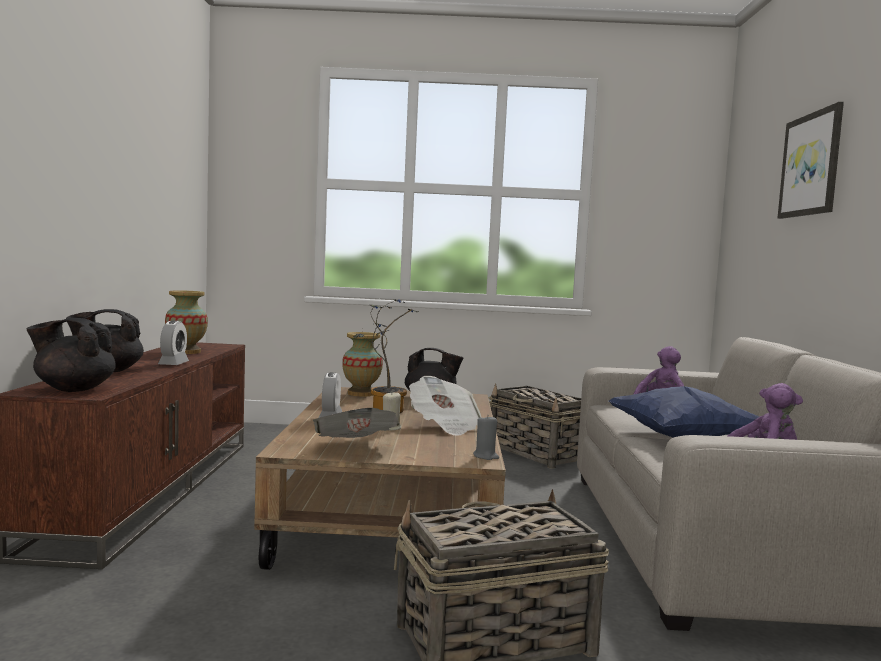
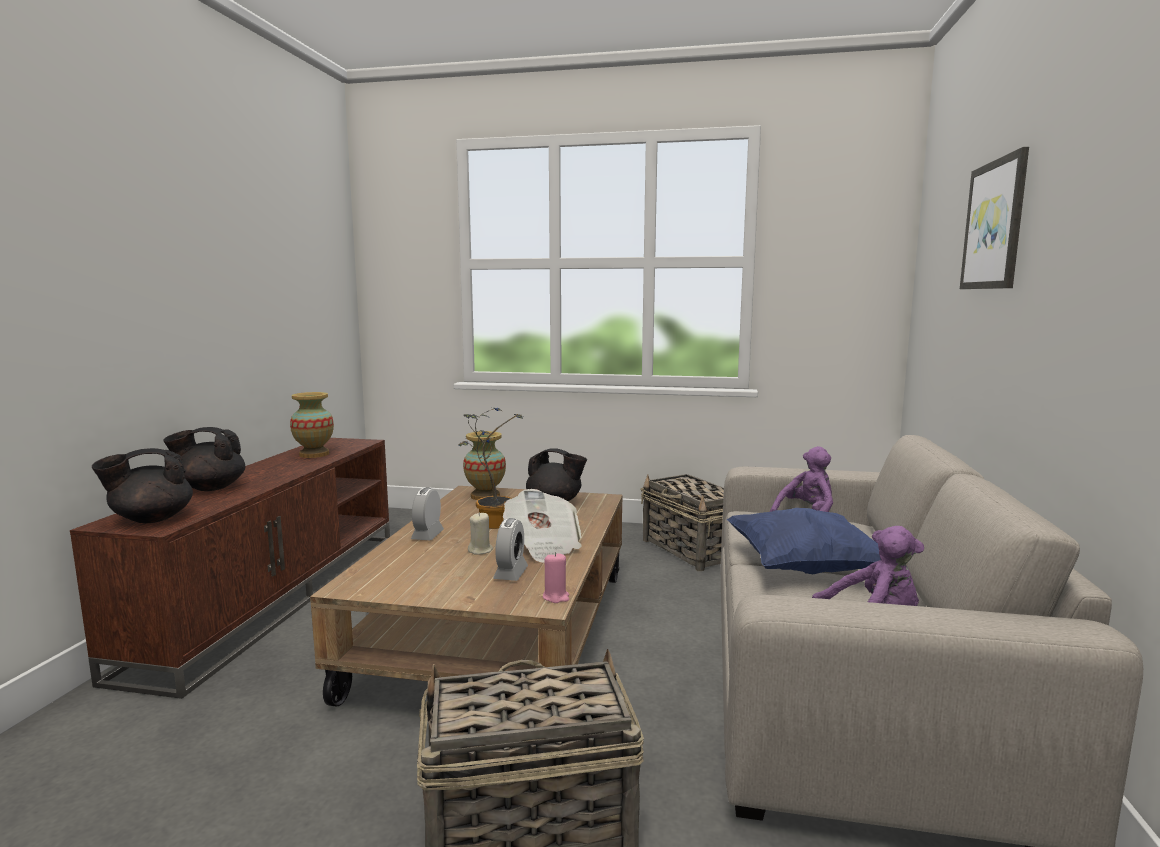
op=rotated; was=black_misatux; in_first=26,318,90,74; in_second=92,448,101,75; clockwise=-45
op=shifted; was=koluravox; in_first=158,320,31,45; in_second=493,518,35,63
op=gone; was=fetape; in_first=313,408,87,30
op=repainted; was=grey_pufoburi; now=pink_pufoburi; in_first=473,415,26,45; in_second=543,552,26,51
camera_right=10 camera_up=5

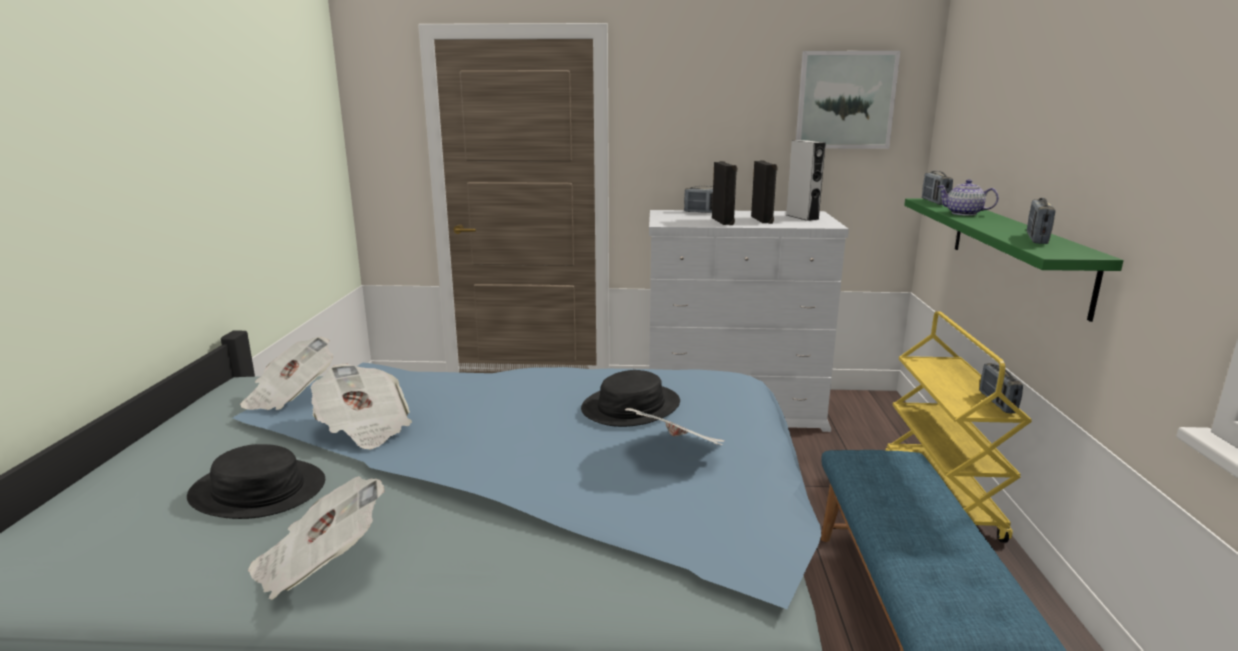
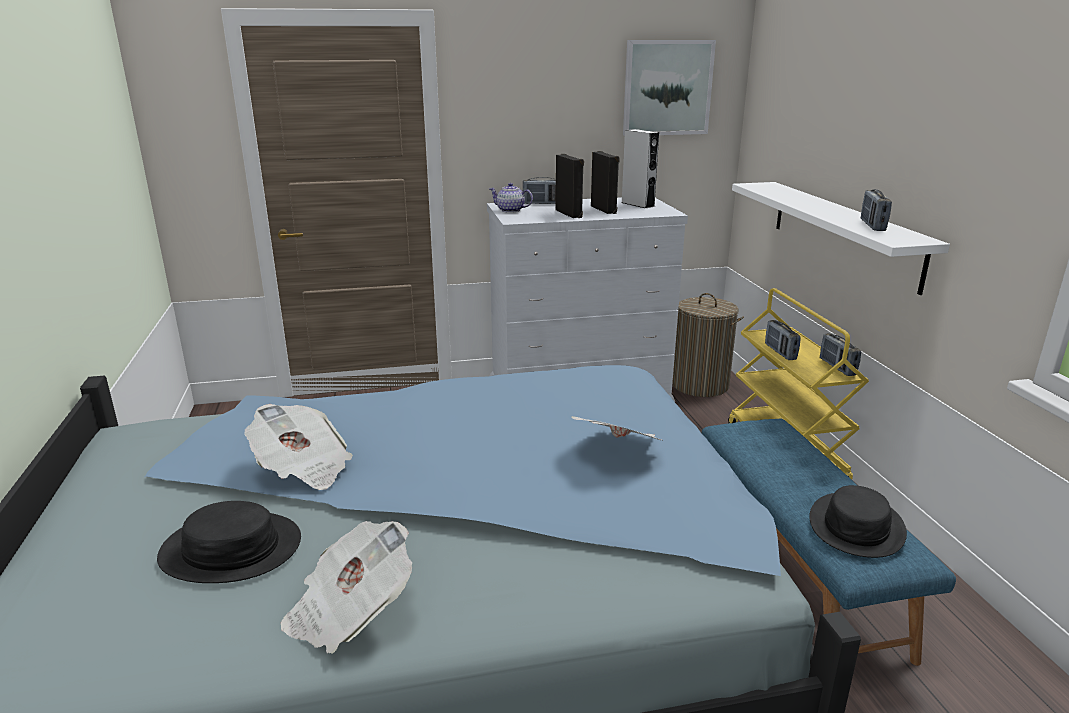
op=shifted; was=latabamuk; in_first=922,171,31,34; in_second=765,320,36,40
op=shifted; was=misatux; in_first=937,179,62,37; in_second=489,183,44,30
op=repainted; was=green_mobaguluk; now=white_mobaguluk; in_first=904,198,219,124; in_second=732,182,218,113
op=gone; was=fetape; in_first=240,337,93,73
op=shifted; was=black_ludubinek; in_first=581,370,99,57; in_second=809,485,98,73
op=new; now=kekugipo; in_second=672,293,72,104
camera_right=-15 camera_up=5

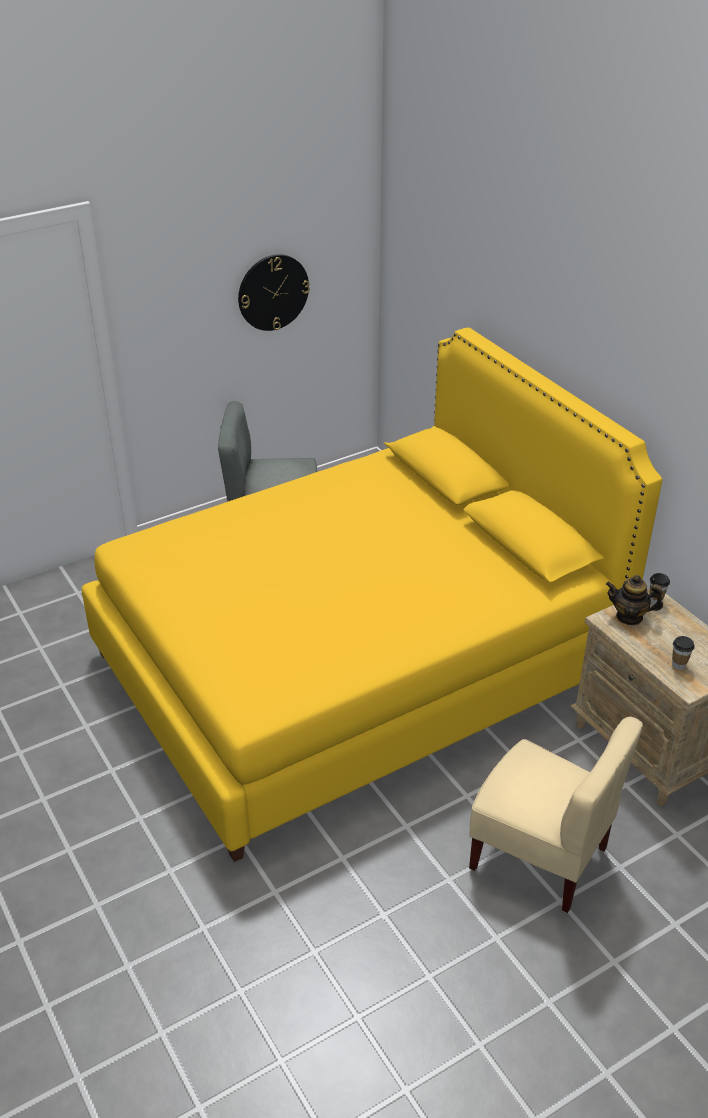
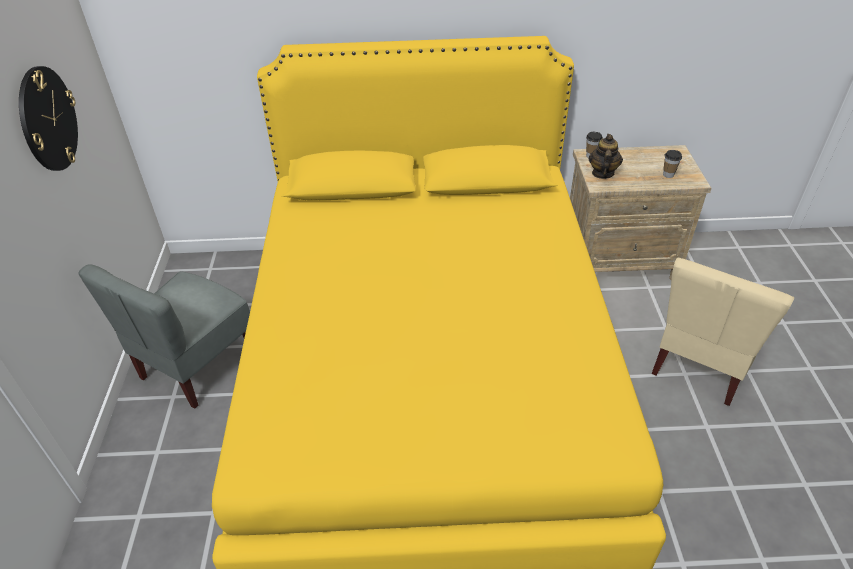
op=rotated; was=misatux; in_first=606,575,57,50; in_second=589,134,34,45; clockwise=150
op=rotated; was=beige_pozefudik; in_first=469,717,174,196; in_second=652,258,142,148; clockwise=150
camera_right=-60 camera_up=5

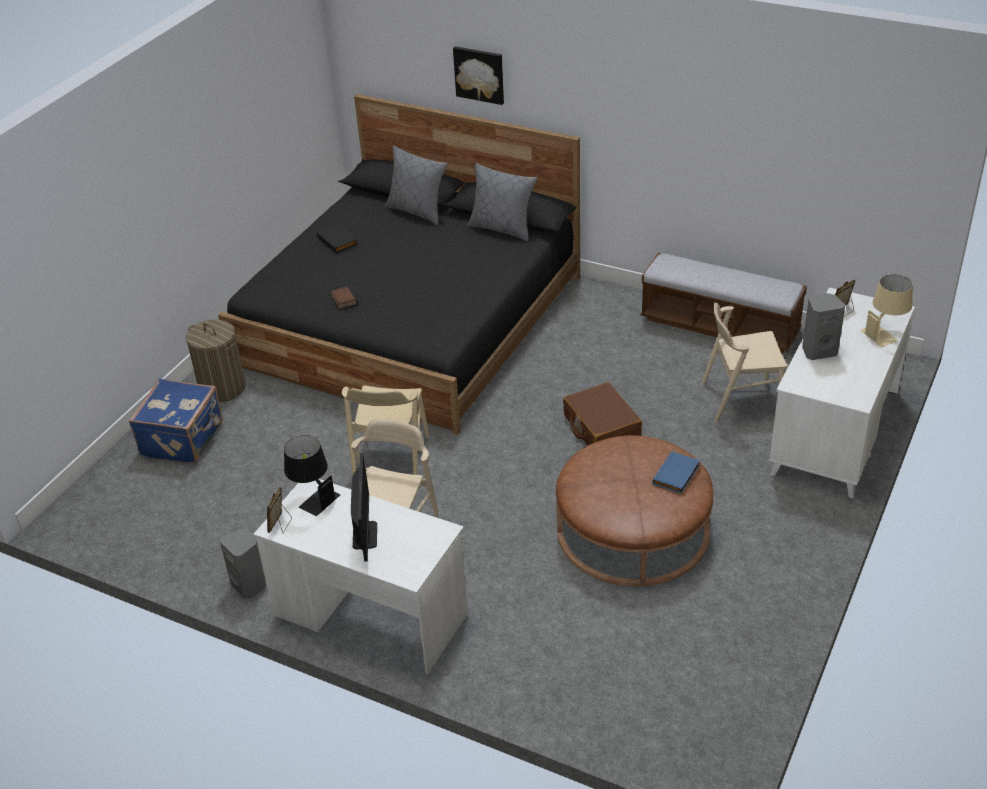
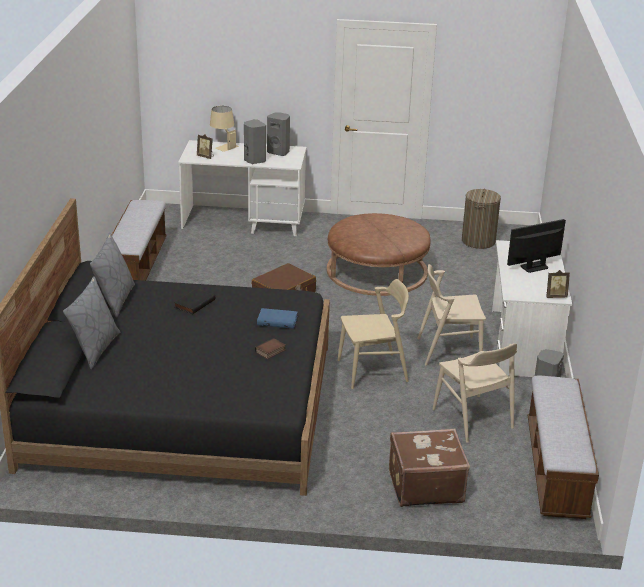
op=gone; was=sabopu; in_first=453,46,51,59
op=shifted; was=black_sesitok; in_first=317,224,40,29; in_second=174,288,42,26
op=shifted; was=beige_pozefudik; in_first=701,303,87,120; in_second=432,343,86,100
op=shifted; was=kekugipo; in_first=186,319,60,83; in_second=462,188,39,61
op=repainted; was=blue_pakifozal; now=brown_pakifozal; in_first=129,378,94,86; in_second=389,429,81,78
op=gone; was=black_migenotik; in_first=284,435,57,81
op=shifted; was=blue_sesitok; in_first=652,451,48,43; in_second=257,308,41,21
op=new; now=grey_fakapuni; in_second=267,112,23,44
op=new; now=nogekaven; in_second=528,376,71,143
camera_right=-115 camera_up=-10

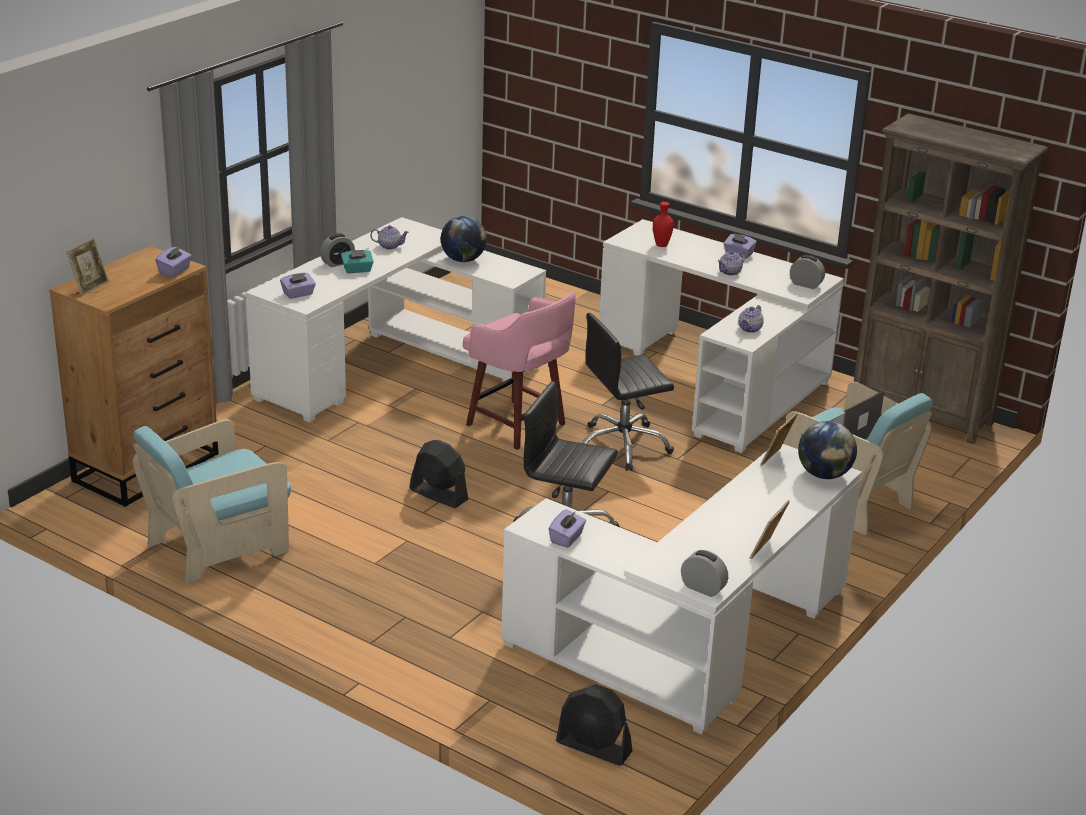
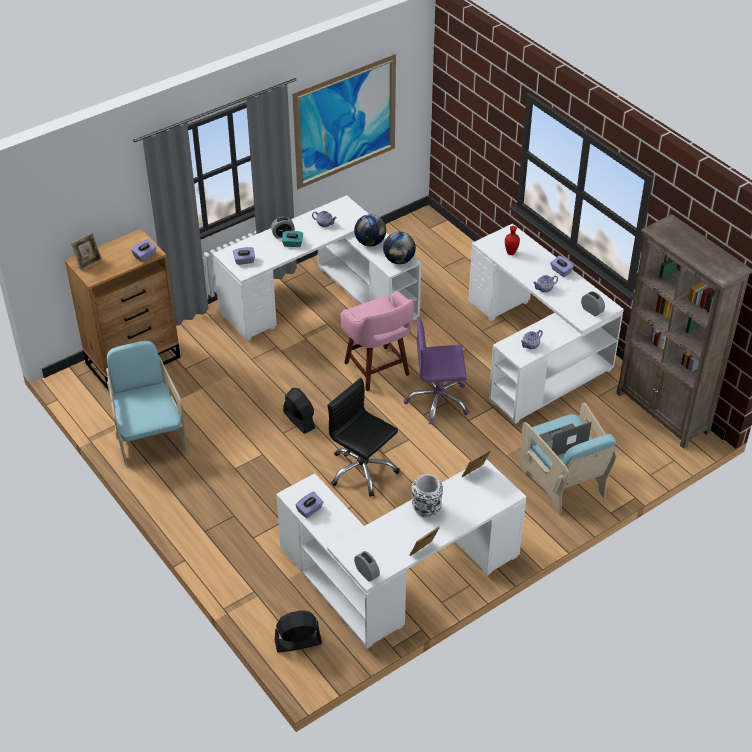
op=repainted; was=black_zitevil; now=purple_zitevil; in_first=582,313,92,158; in_second=404,317,65,108
op=rotated; was=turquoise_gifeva; in_first=133,419,158,164; in_second=106,341,81,124; clockwise=90
op=shifted; was=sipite; in_first=798,421,59,58; in_second=383,232,33,32
op=rotated; was=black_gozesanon; in_first=556,684,76,82; in_second=275,610,47,43; clockwise=120
op=new; now=sabopu; in_second=292,54,104,136
op=new; now=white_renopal; in_second=412,474,31,44
camera_right=20 camera_up=15

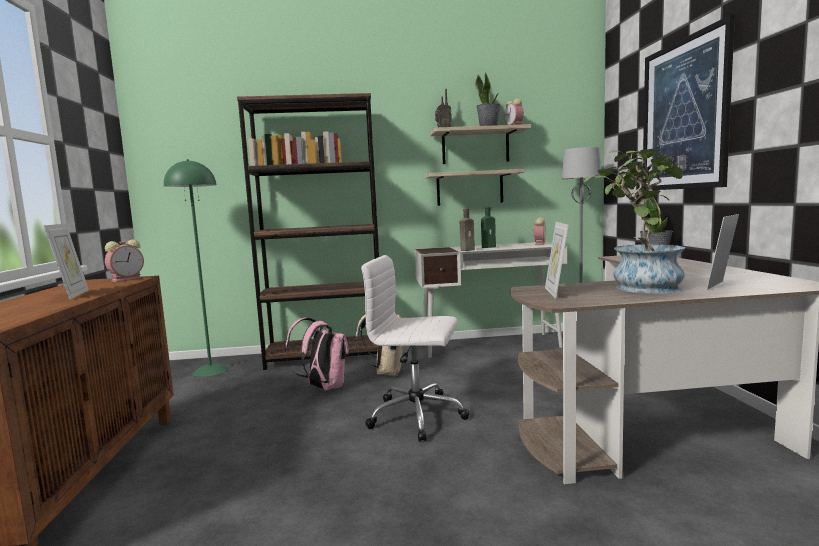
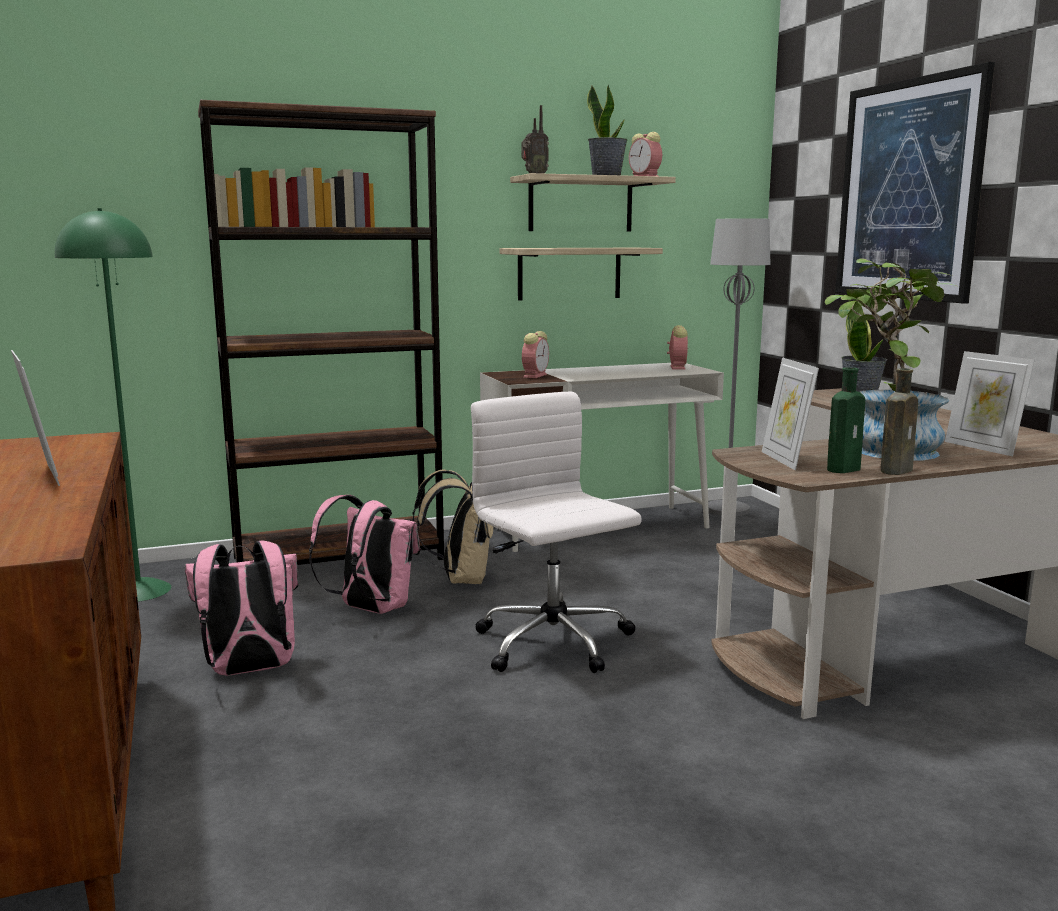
op=shifted; was=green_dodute; in_first=481,207,15,41; in_second=827,367,38,106
op=shifted; was=brown_dodute; in_first=460,208,15,43; in_second=881,368,37,107
op=rotated; was=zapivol; in_first=706,214,33,76; in_second=945,351,90,105; clockwise=-60
op=shifted; was=koluravox; in_first=105,239,39,43; in_second=522,331,27,47
op=rotated; was=white_zitevil; in_first=361,255,108,187; in_second=471,392,171,281; clockwise=60
op=new; now=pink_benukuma; in_second=184,540,114,136
camera_right=-15 camera_up=5

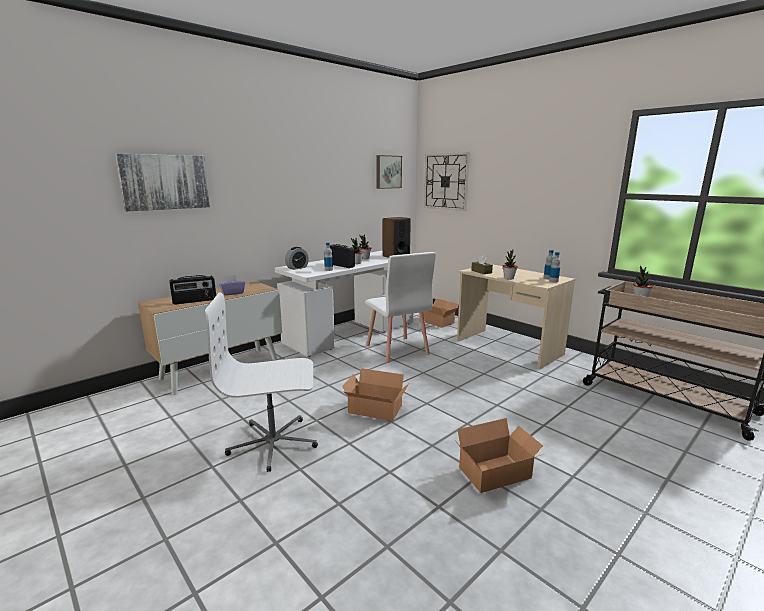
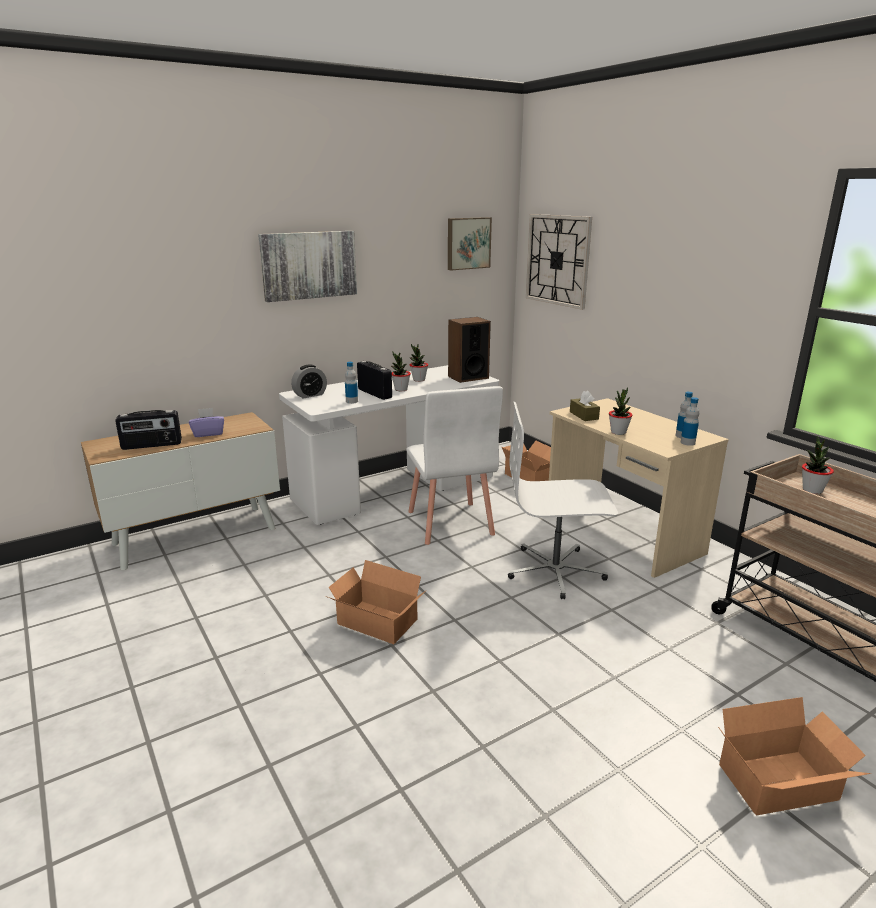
op=shifted; was=sabopu; in_first=115,154,95,57; in_second=258,231,99,71
op=shifted; was=white_zitevil; in_first=205,293,113,179; in_second=508,402,110,197
op=shifted; was=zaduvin; in_first=457,418,87,75; in_second=718,697,153,119
camera_right=10 camera_up=5

